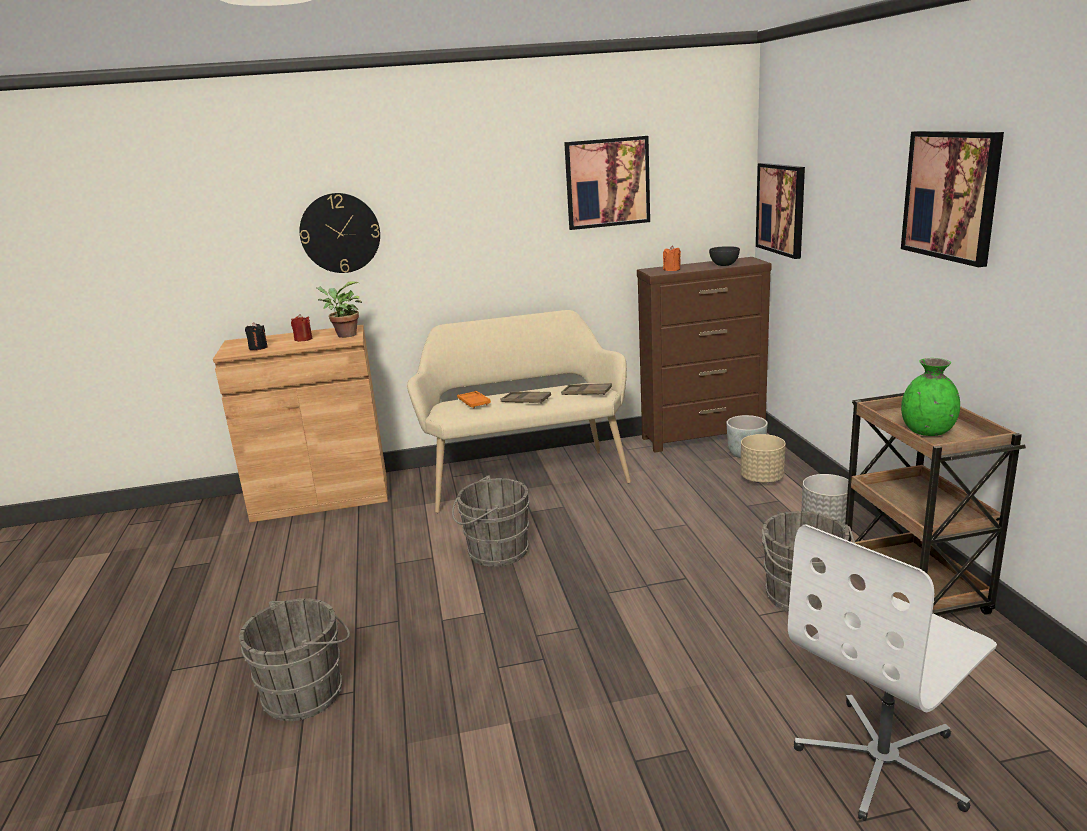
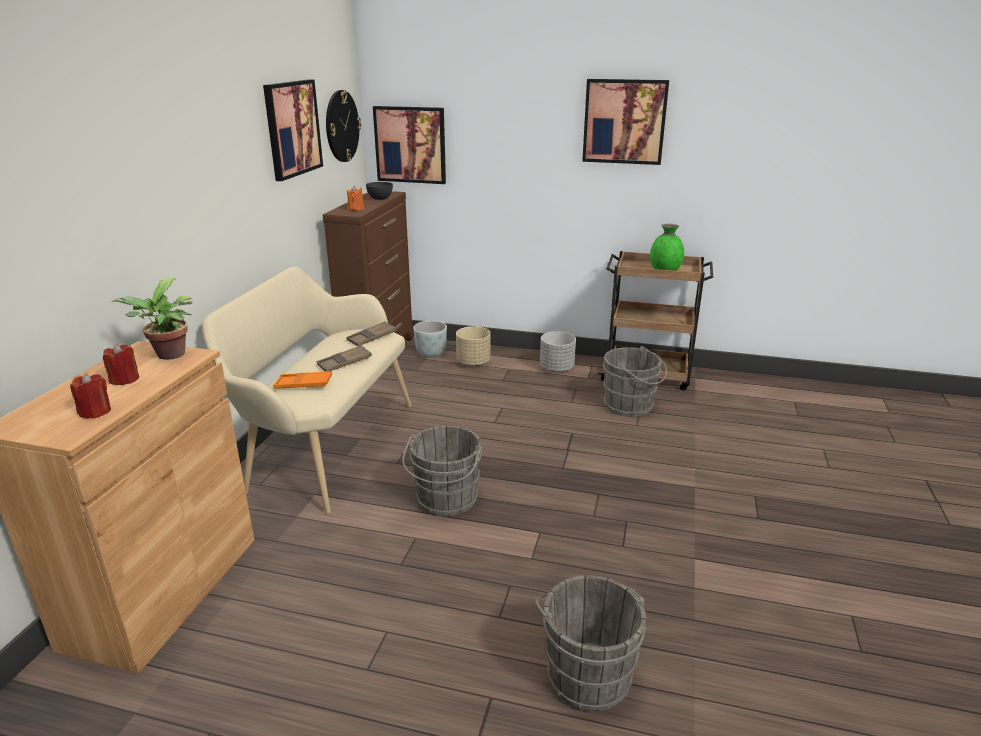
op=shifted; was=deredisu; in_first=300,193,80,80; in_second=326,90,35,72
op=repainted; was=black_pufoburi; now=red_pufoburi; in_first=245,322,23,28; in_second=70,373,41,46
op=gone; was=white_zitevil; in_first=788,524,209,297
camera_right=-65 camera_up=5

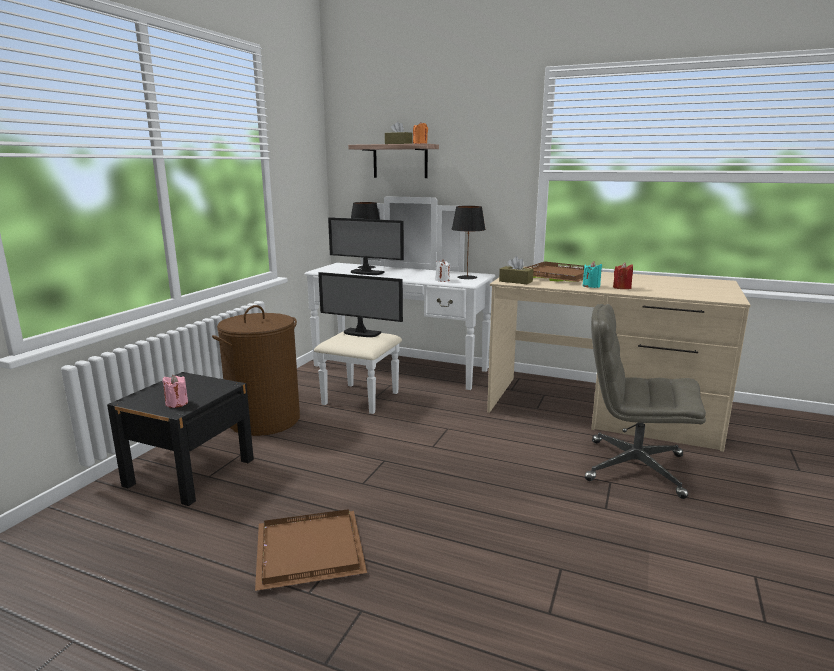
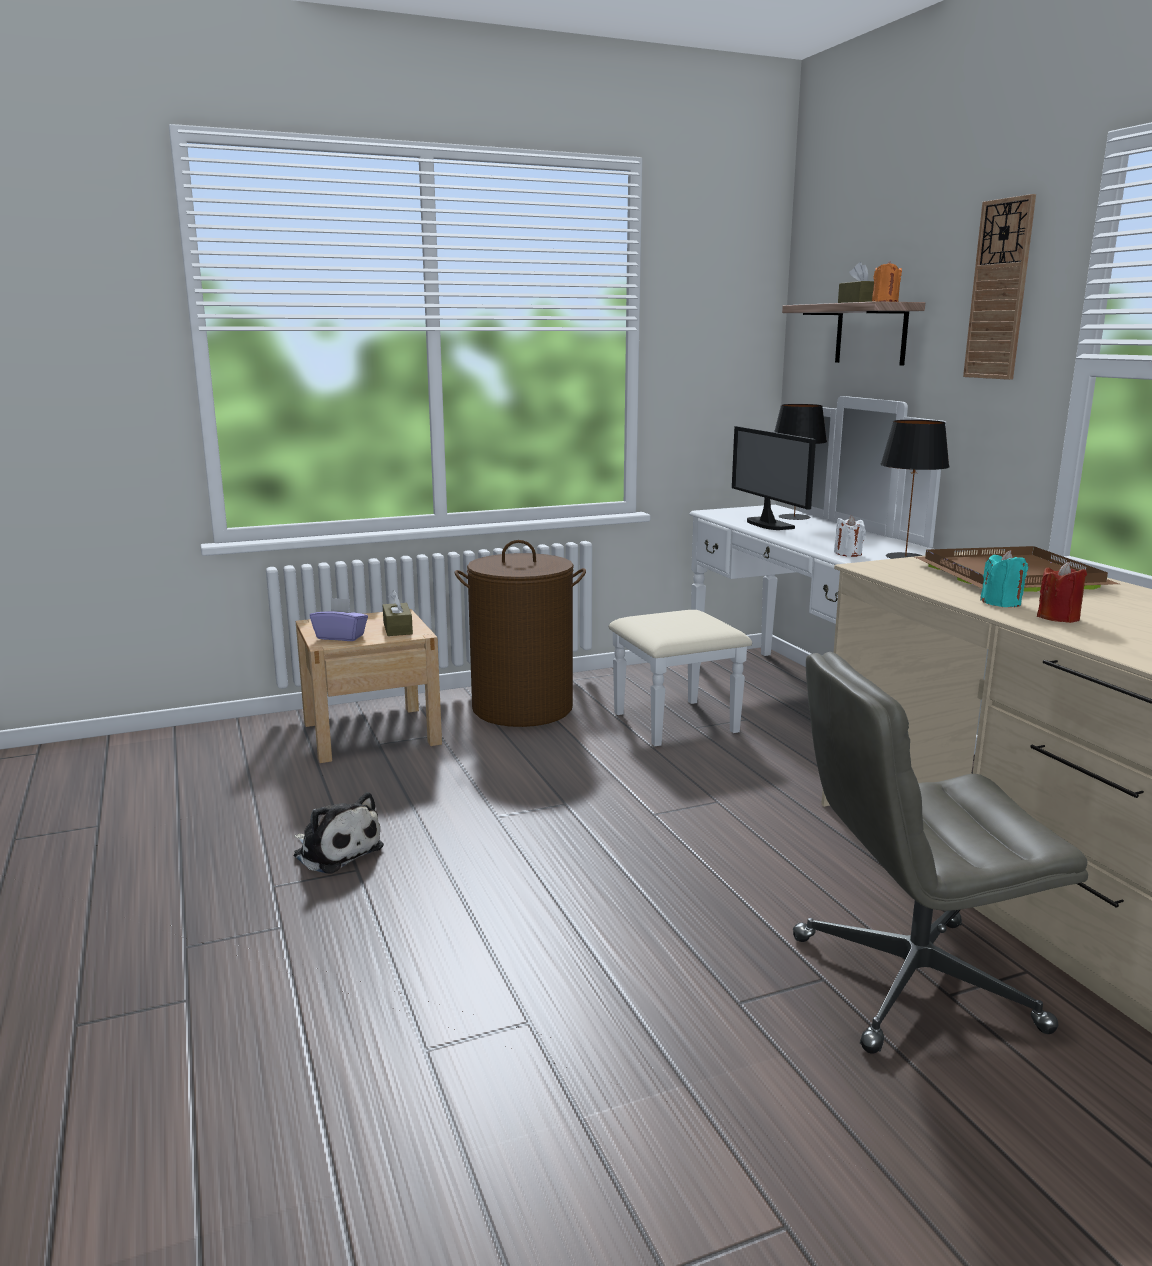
op=shifted; was=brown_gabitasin; in_first=499,256,34,28; in_second=382,590,31,46
op=gone; was=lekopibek; in_first=318,272,85,65
op=rotated; was=grey_zitevil; in_first=585,304,121,195; in_second=793,652,295,402; clockwise=-75
op=repainted; was=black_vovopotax; now=beige_vovopotax; in_first=107,372,147,134; in_second=296,609,146,154
op=swapped; was=pink_pufoburi; now=purple_gabitasin; in_first=163,375,25,33; in_second=310,598,58,43
op=swapped; was=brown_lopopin; now=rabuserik; in_first=255,509,112,82; in_second=294,792,90,82
op=new; now=deredisu; in_second=963,194,73,186
camera_right=45 camera_up=0

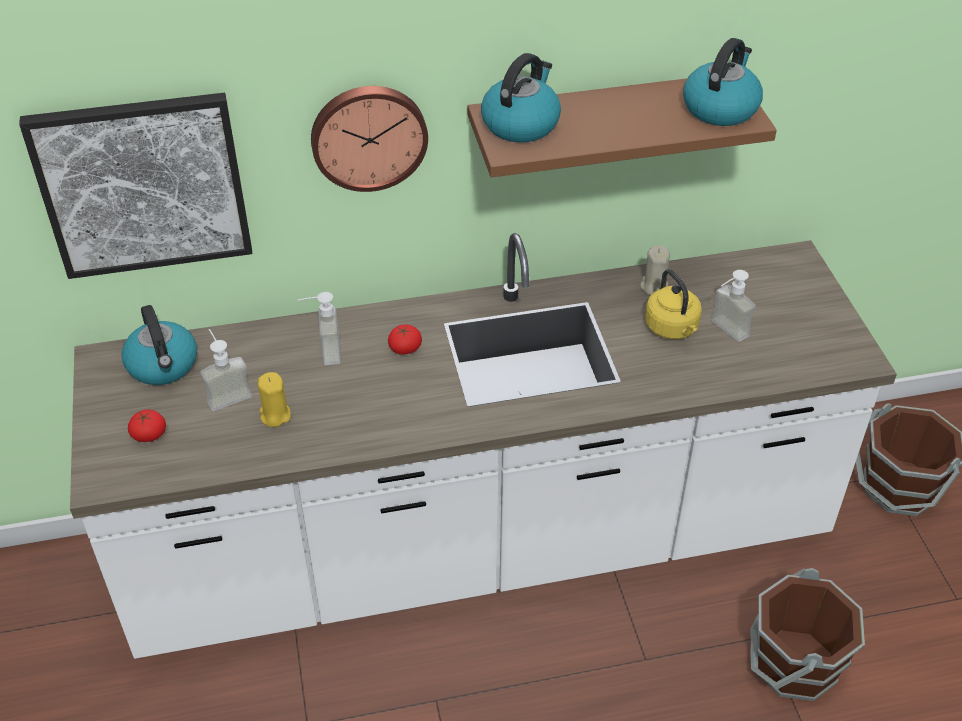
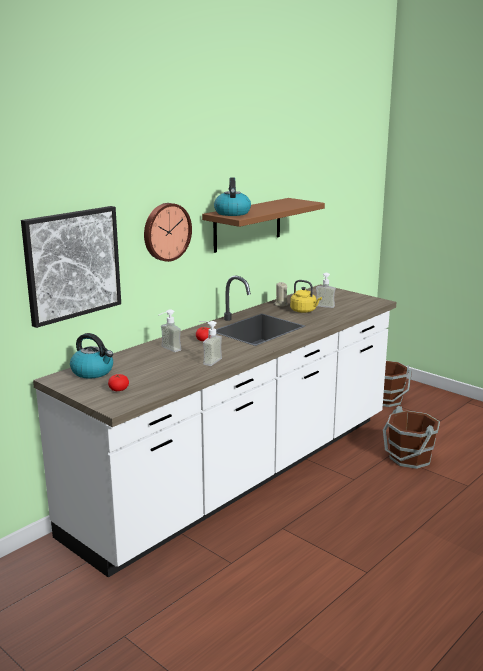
op=gone; was=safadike; in_first=683,38,80,88
op=shifted; was=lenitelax; in_first=200,329,52,82; in_second=199,321,23,45
op=gone; was=yellow_pufoburi; in_first=258,372,33,55
camera_right=-35 camera_up=-25

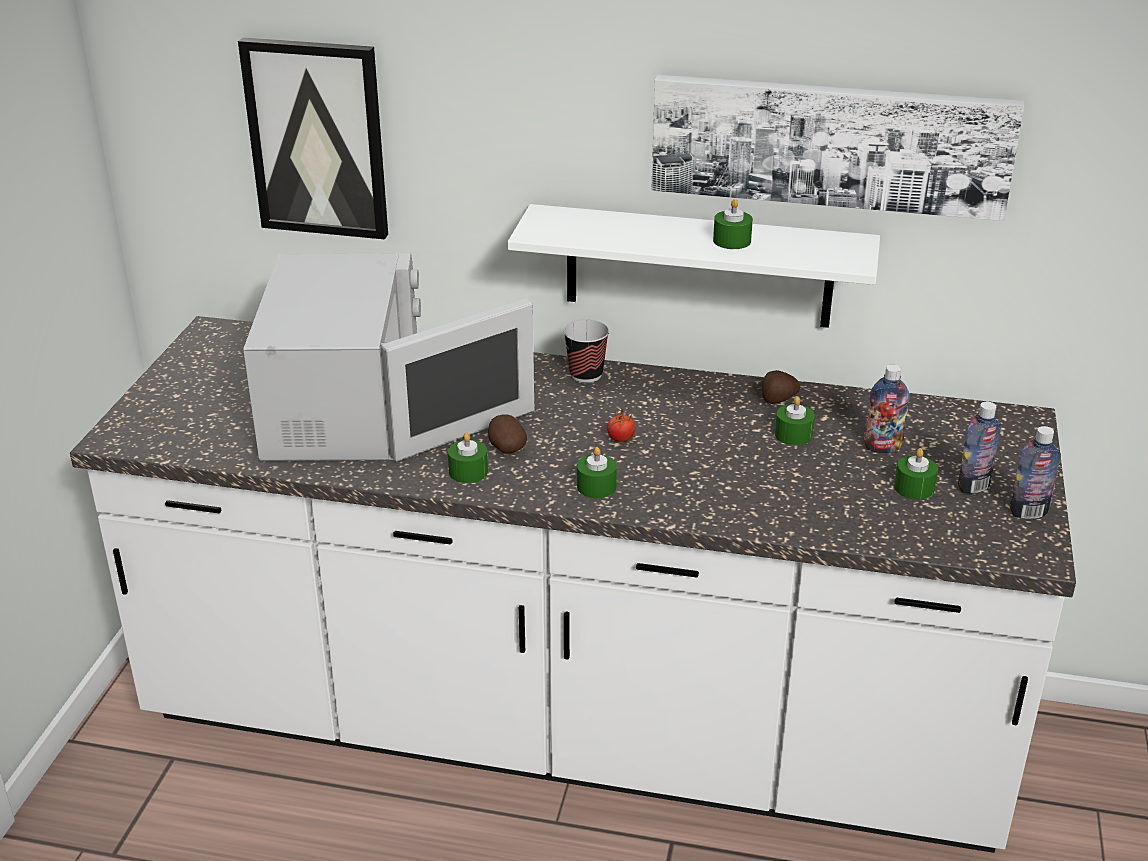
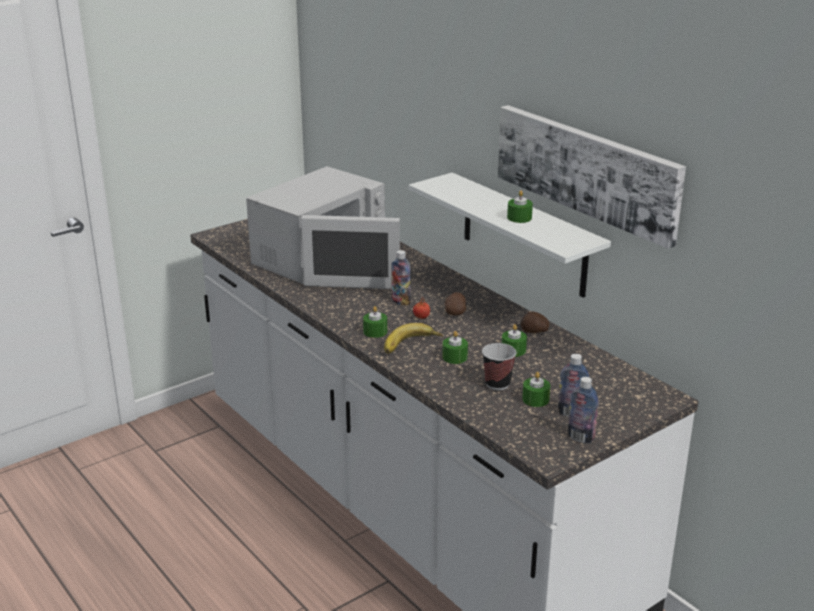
op=gone; was=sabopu; in_first=238,37,150,202
op=shifted; was=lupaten; in_first=563,320,46,63; in_second=482,343,34,47
op=shifted; was=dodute; in_first=864,364,46,89; in_second=391,250,19,56
op=shifted; was=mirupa; in_first=488,414,39,40; in_second=445,292,21,23
op=shifted; was=green_pufoburi; in_first=448,432,40,51; in_second=442,331,26,33
op=new; now=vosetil; in_second=384,323,59,30
camera_right=40 camera_up=-5

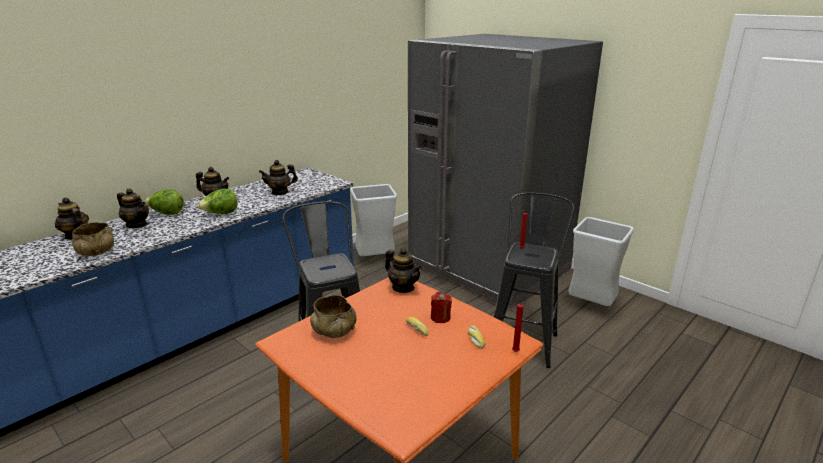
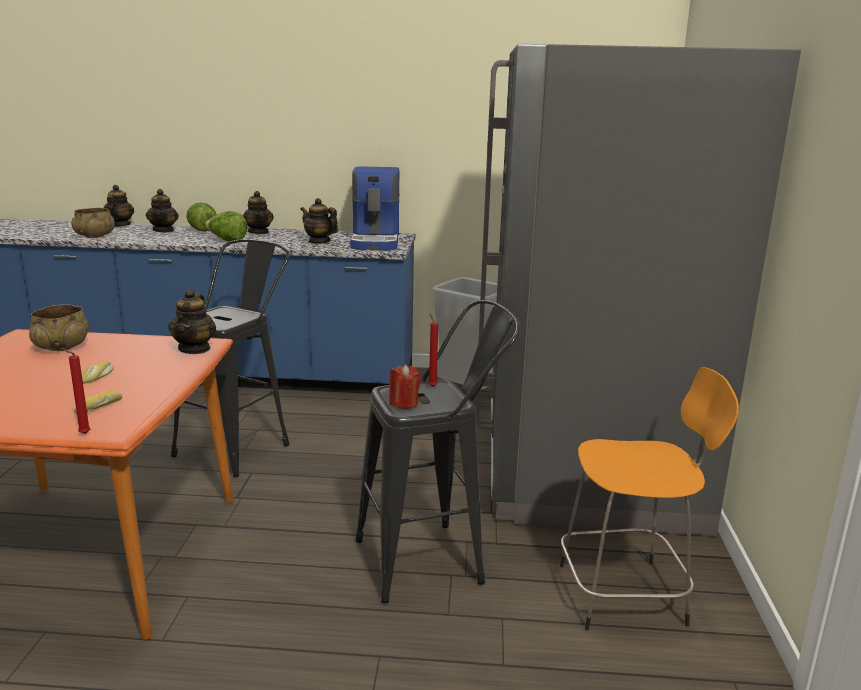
op=swapped; was=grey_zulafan; now=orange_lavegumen; in_first=569,217,65,89; in_second=560,367,179,263
op=shifted; was=red_pufoburi; in_first=431,292,21,31; in_second=389,365,32,44
op=new; now=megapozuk; in_second=350,166,50,85
camera_right=50 camera_up=-5

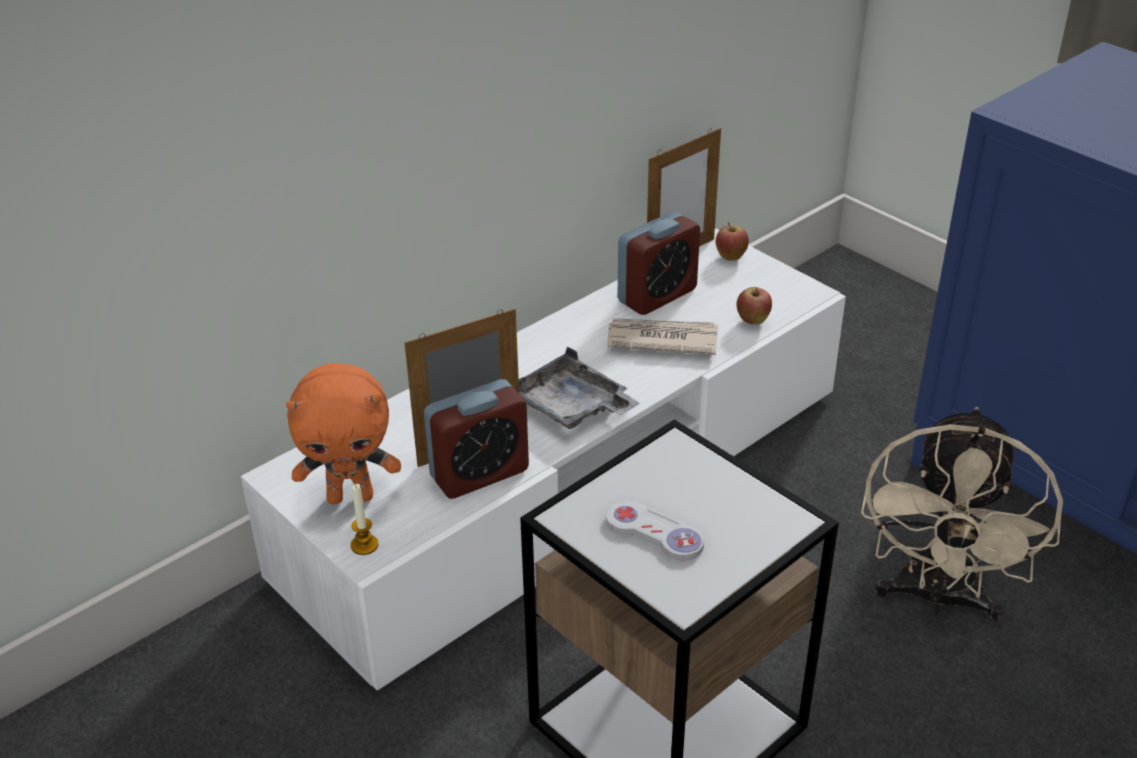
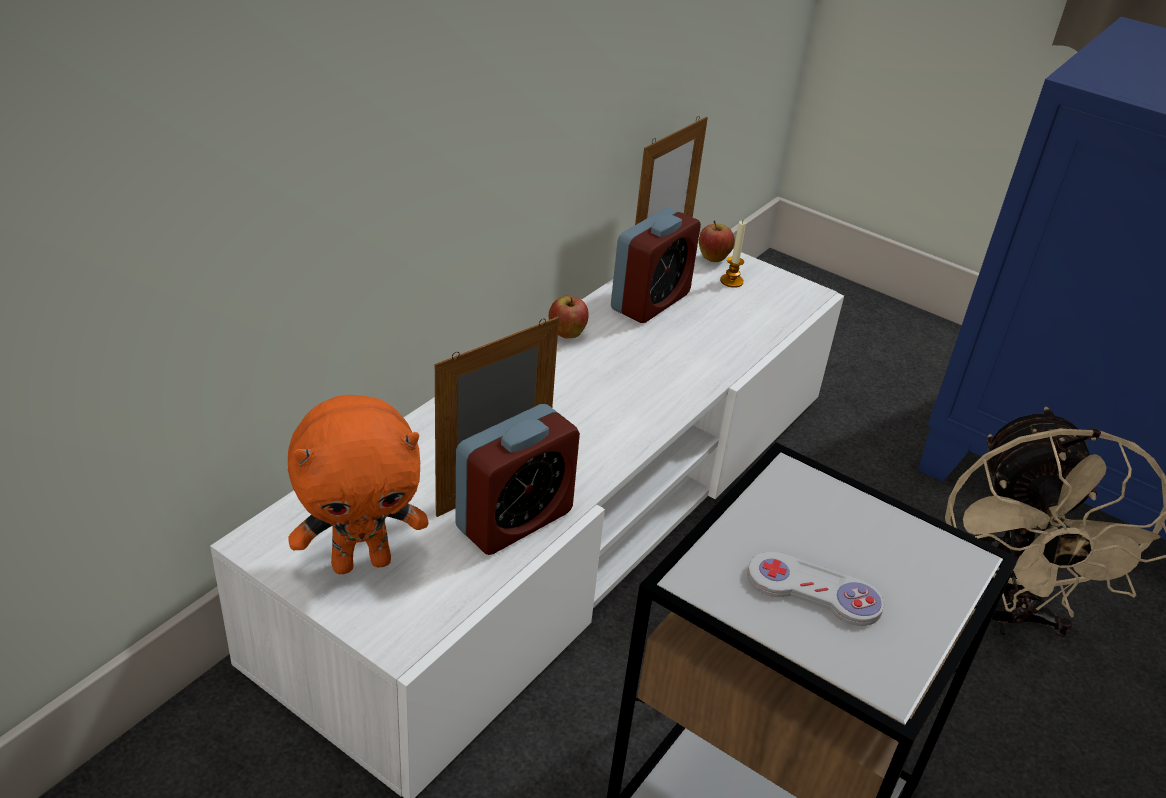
op=shifted; was=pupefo; in_first=737,287,35,38; in_second=549,296,40,42
op=gone; was=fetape; in_first=607,318,111,37
op=gone; was=grey_lopopin; in_first=519,346,120,83
op=shifted; was=pufoburi; in_first=351,484,27,71; in_second=720,220,26,68
camera_right=-15 camera_up=0

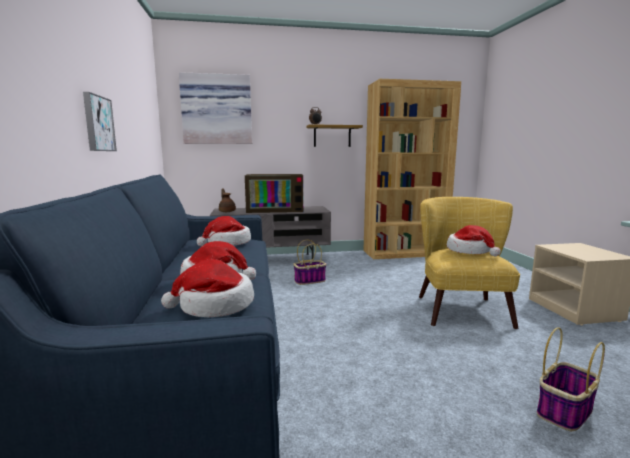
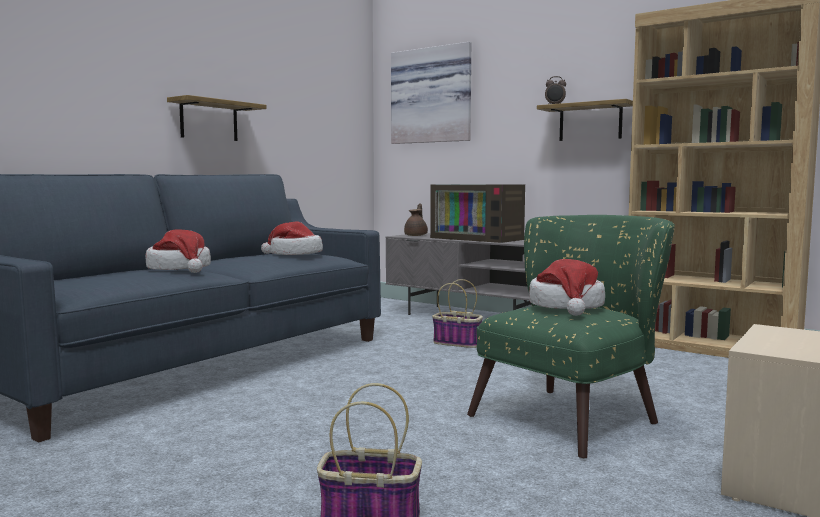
op=swapped; was=sabopu; now=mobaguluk; in_first=83,92,34,59; in_second=167,95,100,46
op=repainted; was=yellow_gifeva; now=green_gifeva; in_first=419,197,101,132; in_second=467,215,208,244
op=gone; was=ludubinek; in_first=161,259,93,58
camera_right=45 camera_up=-5

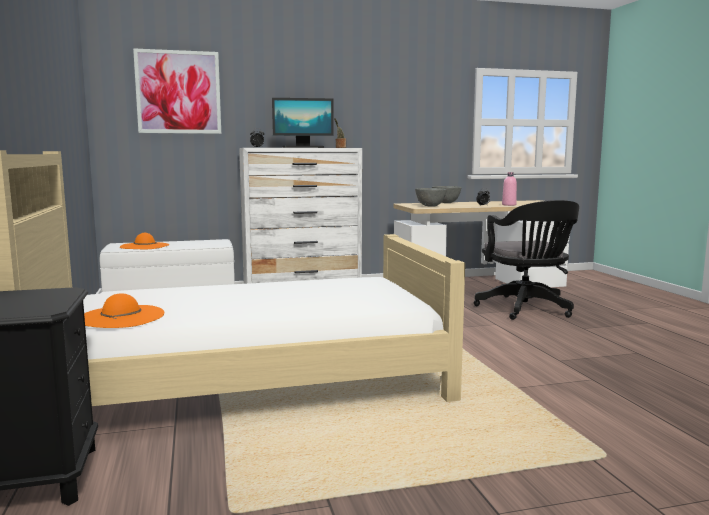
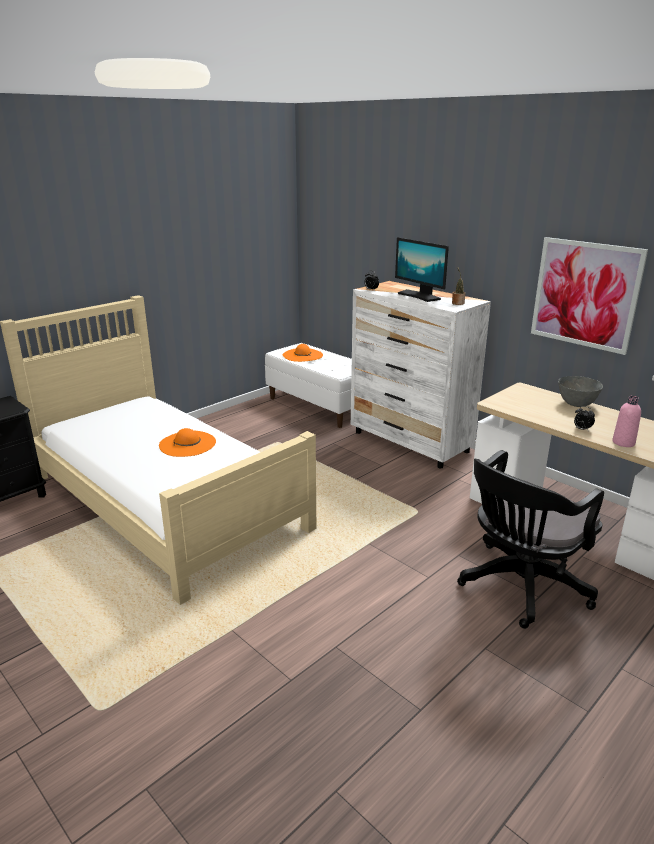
op=shifted; was=sabopu; in_first=133,48,88,86; in_second=531,237,117,118
op=gone; was=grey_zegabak; in_first=415,188,32,19
op=shifted; was=orange_ludubinek; in_first=84,293,80,35; in_second=159,428,57,29
camera_right=60 camera_up=15

